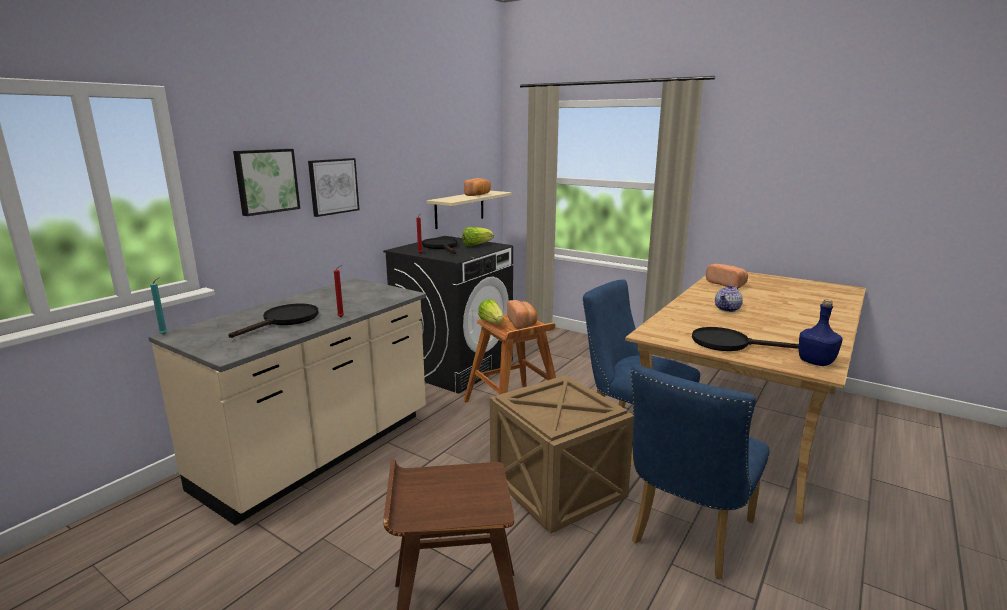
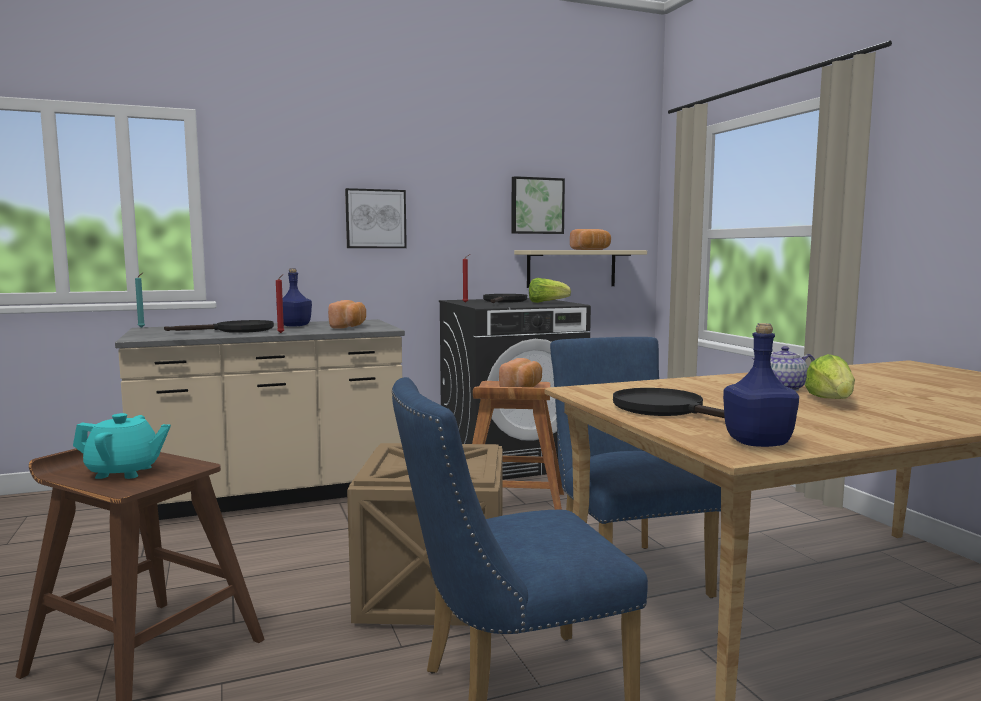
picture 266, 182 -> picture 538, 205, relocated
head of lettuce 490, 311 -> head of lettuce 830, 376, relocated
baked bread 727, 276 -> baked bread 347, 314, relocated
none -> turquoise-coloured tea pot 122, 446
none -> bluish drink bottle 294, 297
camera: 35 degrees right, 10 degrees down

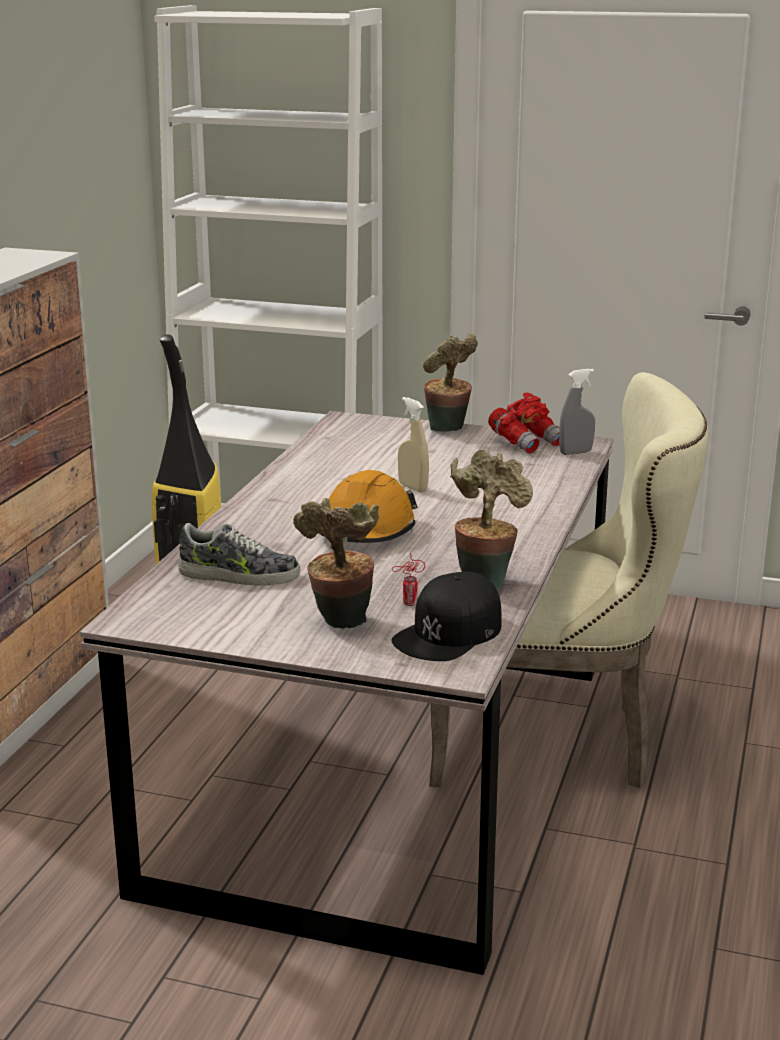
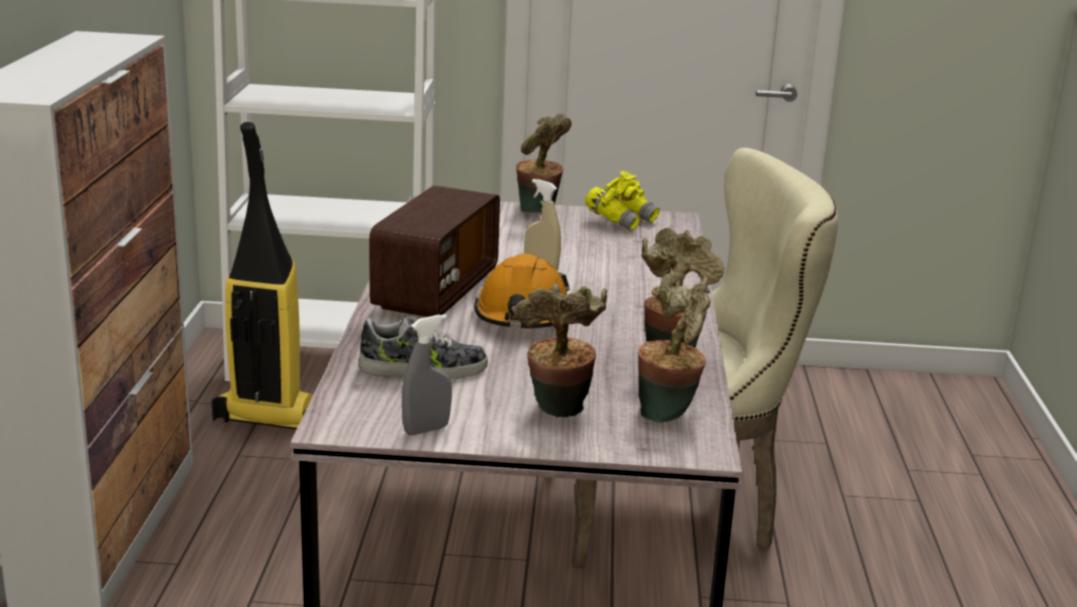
can 408, 579 -> none
black cap 447, 616 -> plant in a pot 674, 347
reddish pair of binoculars 523, 423 -> yellow pair of binoculars 622, 201
greyish spray bottle 577, 412 -> greyish spray bottle 427, 374, relocated
none -> radio receiver 434, 251
camera: 15 degrees left, 0 degrees up

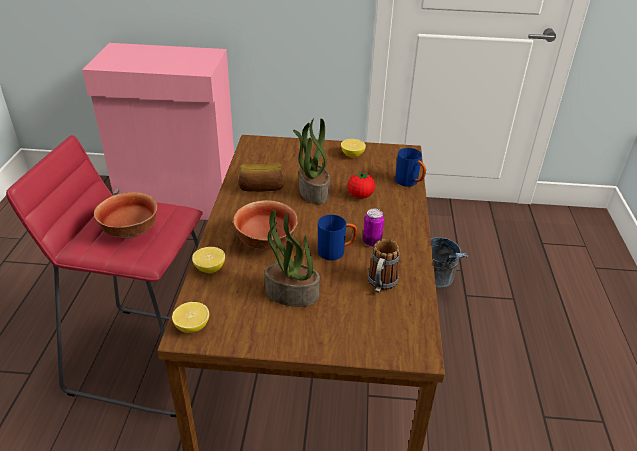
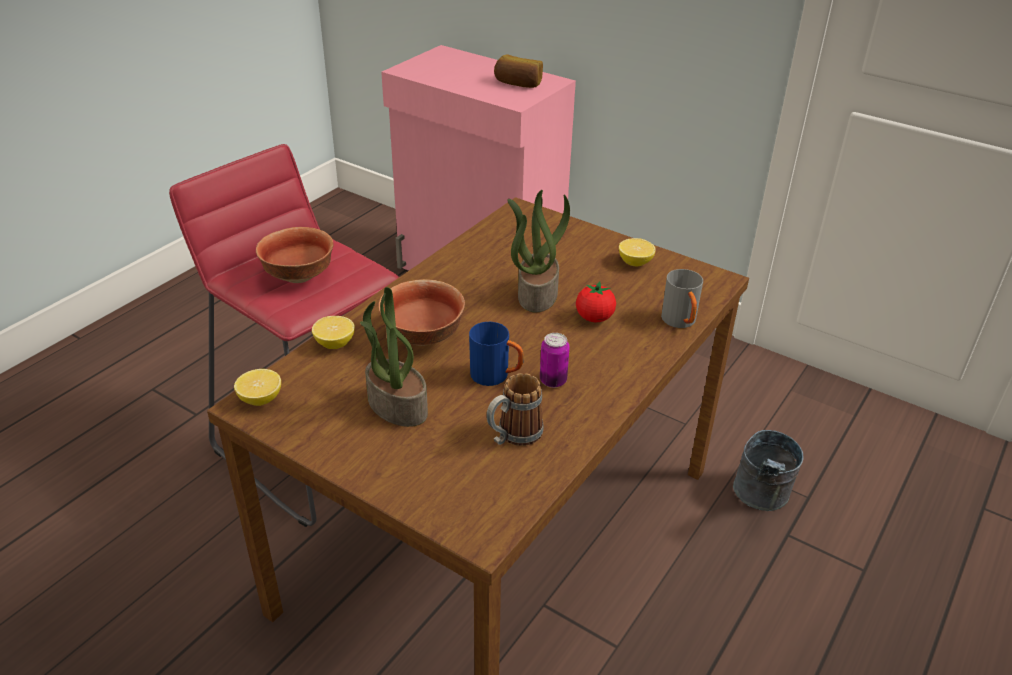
baked bread 261, 177 -> baked bread 518, 71, relocated
bluish tea mug 410, 167 -> greyish tea mug 682, 298
camera: 30 degrees right, 0 degrees up

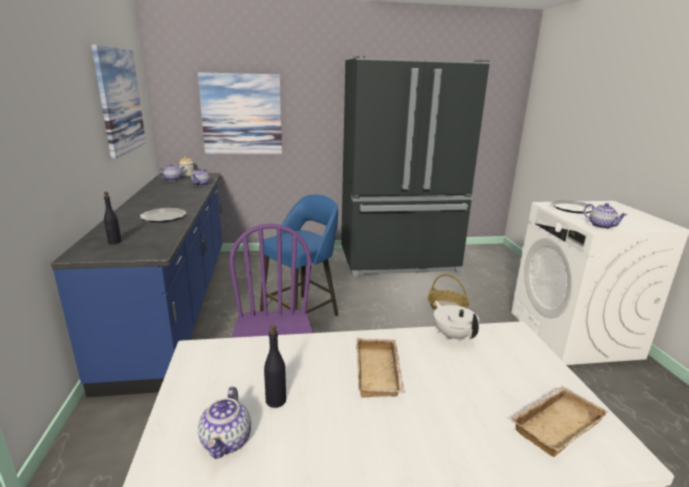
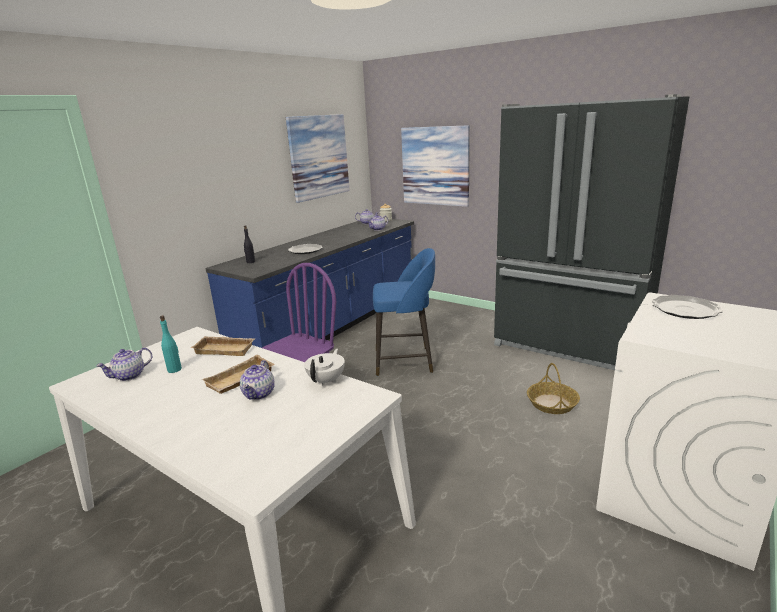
black drink bottle 275, 366 -> turquoise-coloured drink bottle 171, 344
beige-coloured tray 559, 421 -> beige-coloured tray 223, 346, relocated
tea pot 605, 216 -> tea pot 257, 380, relocated
camera: 45 degrees right, 0 degrees up

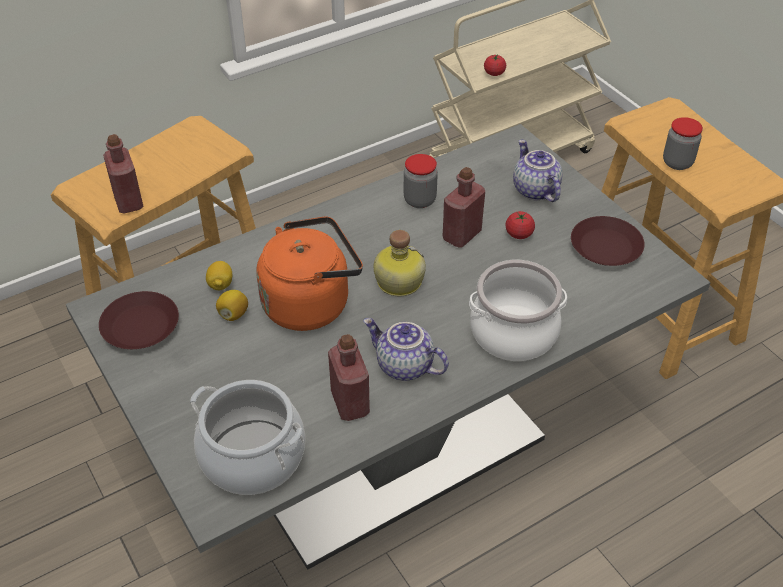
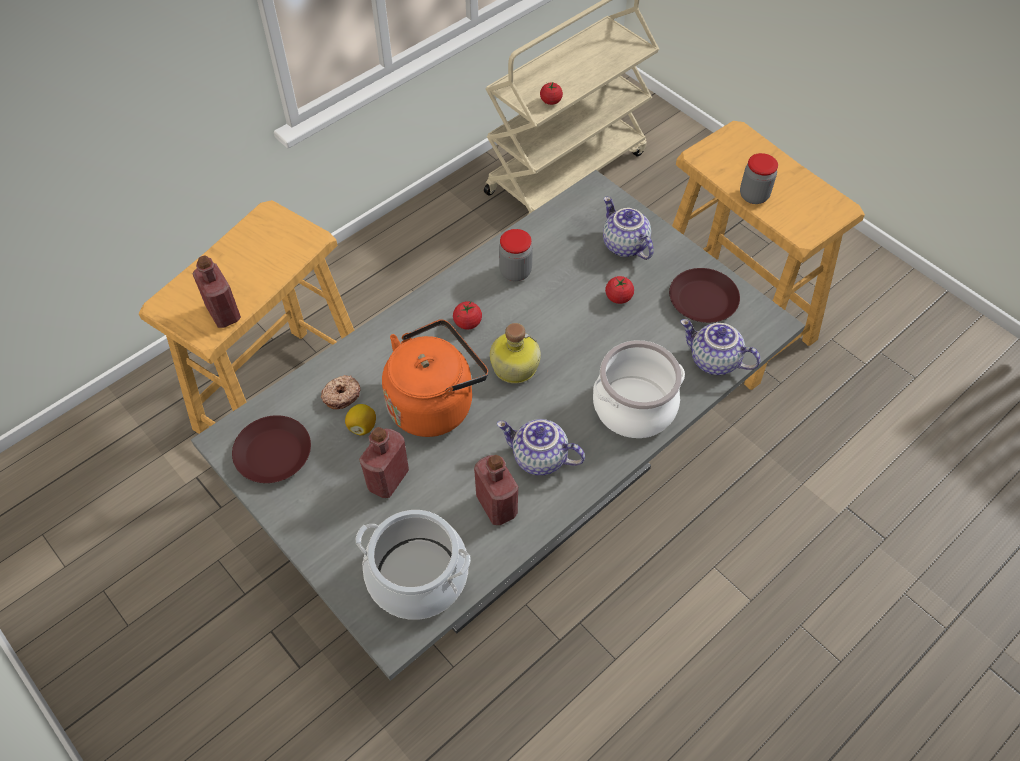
lemon 219, 275 -> donut 341, 392
reddish drink bottle 463, 207 -> reddish drink bottle 384, 462, relocated
none -> whole tomato 467, 315
none -> tea pot 720, 347
camera: 10 degrees left, 10 degrees up

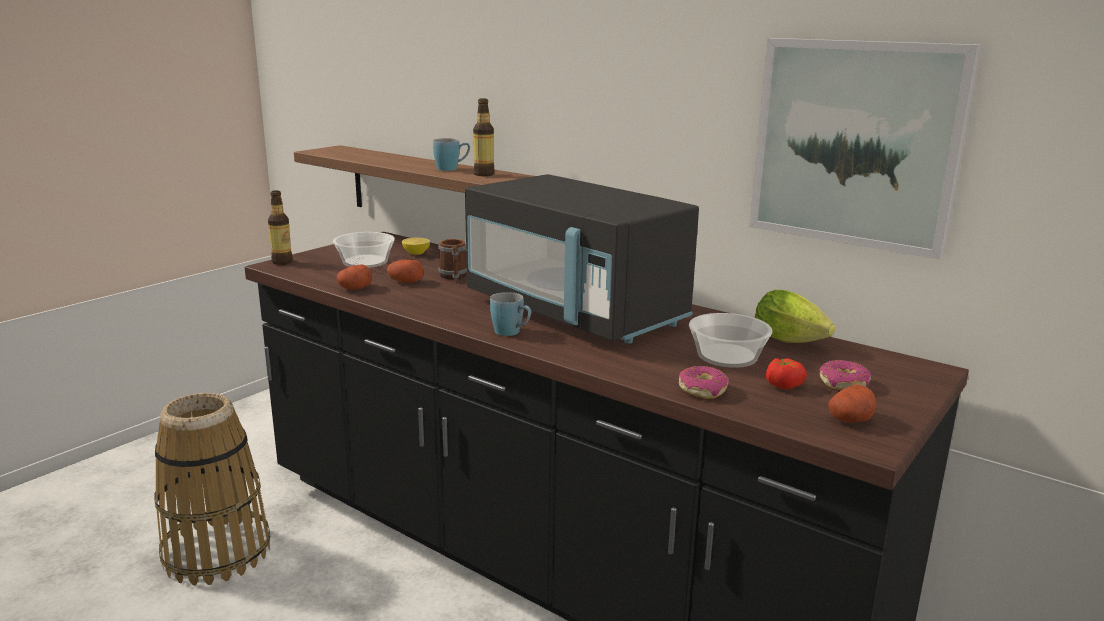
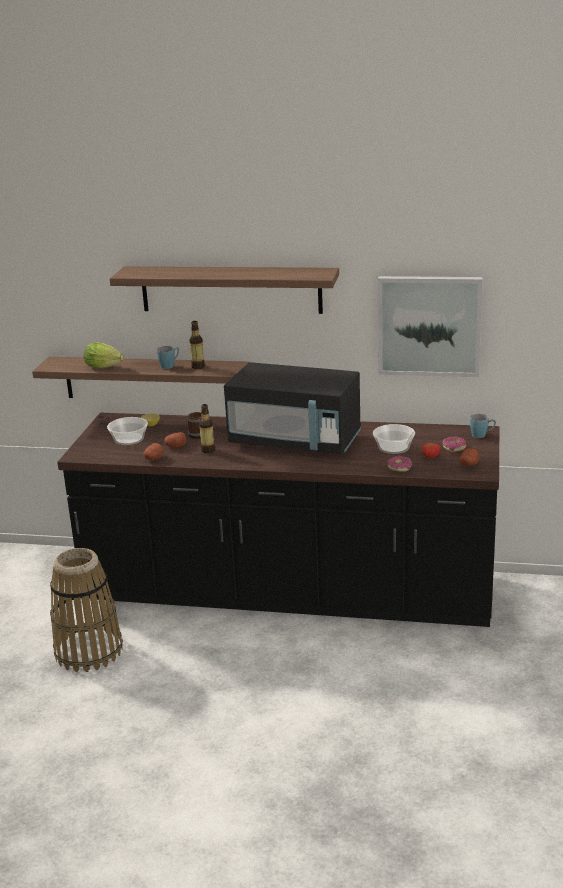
drink bottle 280, 227 -> drink bottle 207, 428, relocated
bluish tea mug 510, 314 -> bluish tea mug 483, 426, relocated
head of lettuce 795, 316 -> head of lettuce 104, 355, relocated
none -> wall shelf 224, 290
camera: 25 degrees left, 5 degrees up

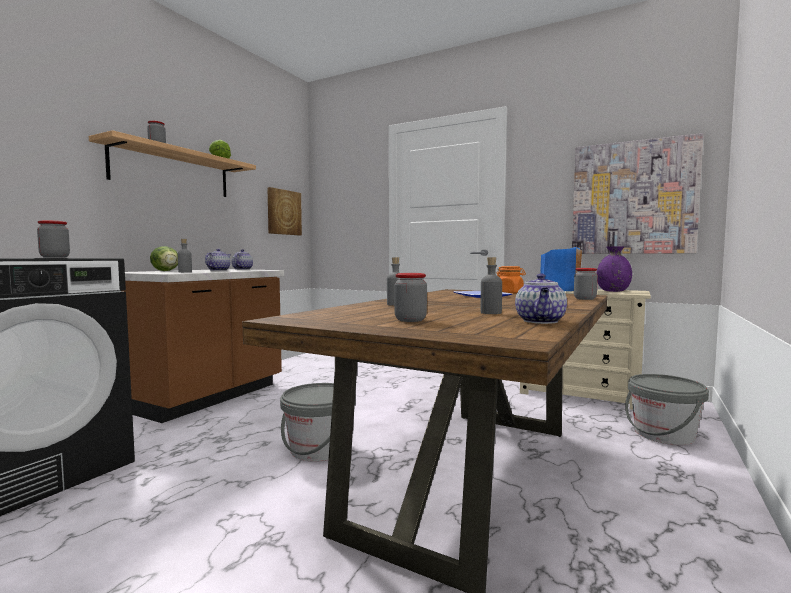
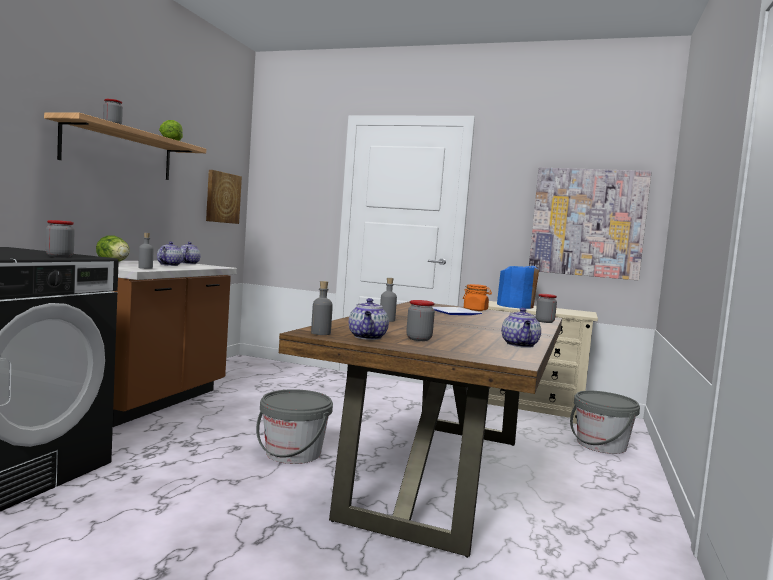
greyish drink bottle 491, 285 -> greyish drink bottle 322, 308, relocated
purple-coloured decorative vase 614, 269 -> none
none -> tea pot 369, 319
camera: 10 degrees left, 0 degrees up

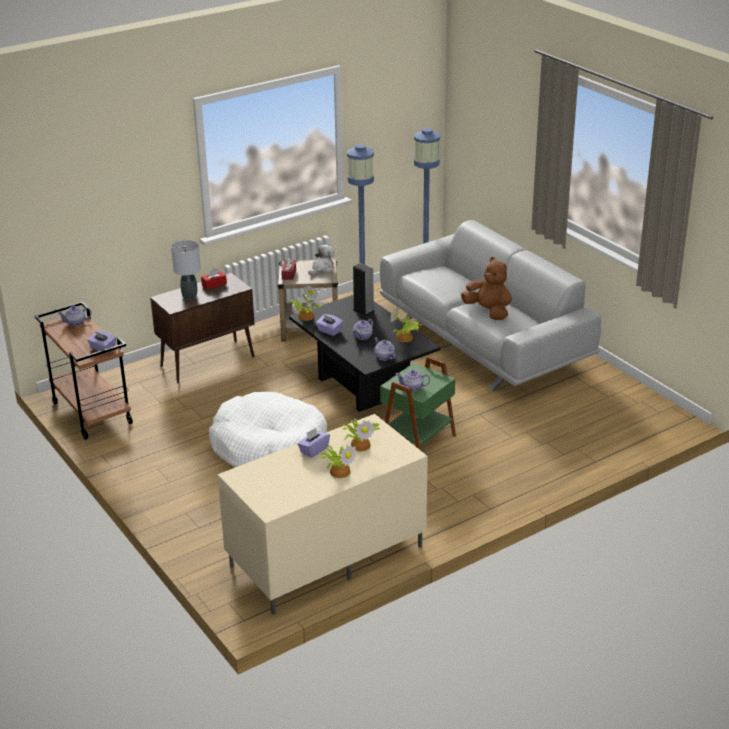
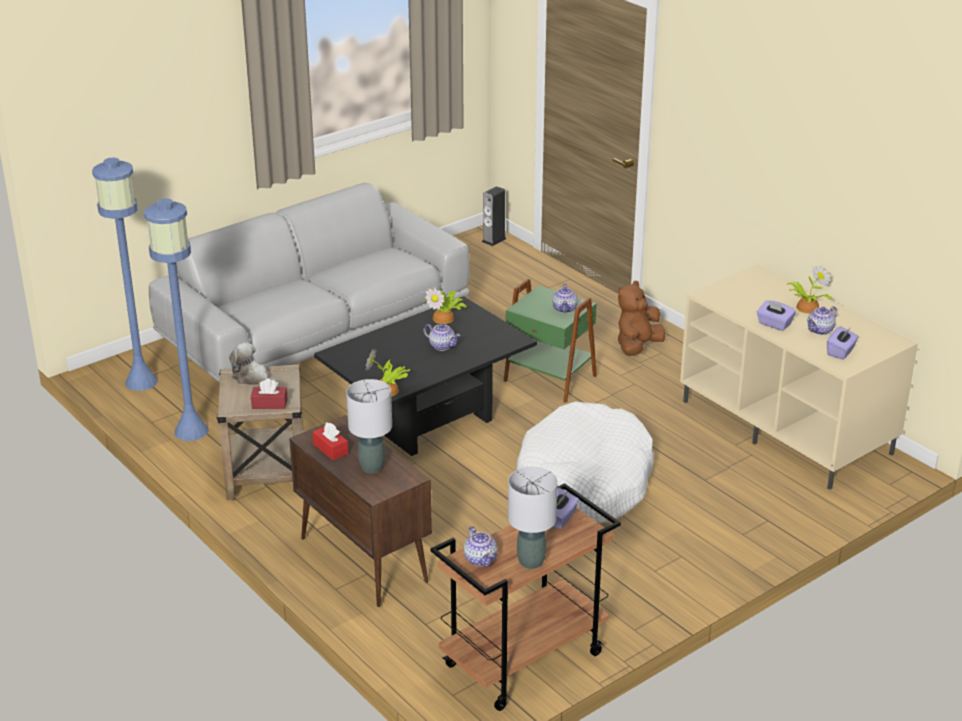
purple-coloured tissue holder 329, 325 -> purple-coloured tissue holder 843, 343, relocated
plant in a pot 361, 434 -> none
loudspeaker 364, 289 -> loudspeaker 494, 216, relocated
tea pot 385, 349 -> tea pot 822, 320, relocated
brownish plush toy 486, 288 -> brownish plush toy 641, 318, relocated
none -> greyish tabletop lamp 533, 518
camera: 95 degrees left, 0 degrees up

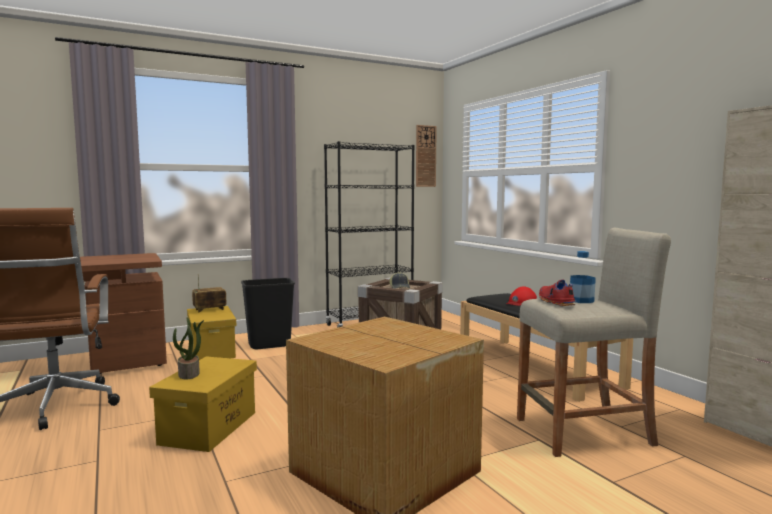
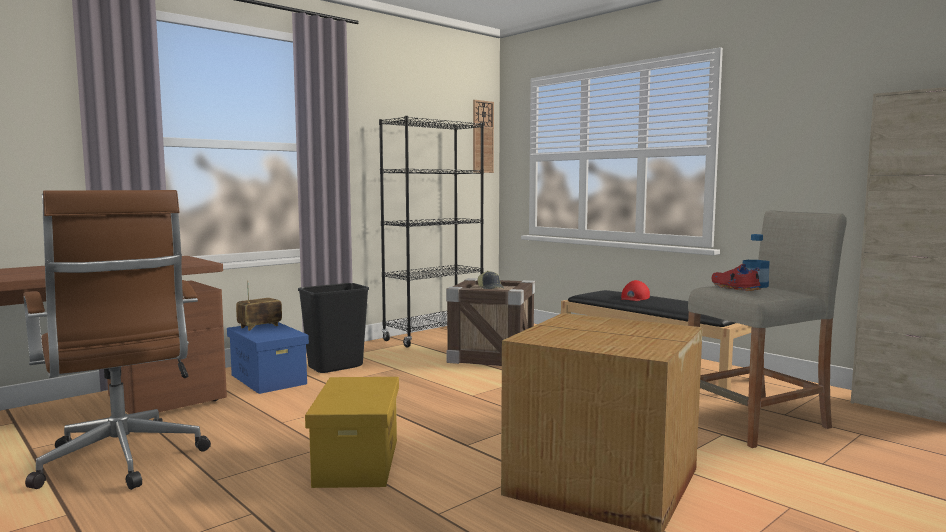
plant in a pot 188, 348 -> none
yellow storage box 211, 333 -> bluish storage box 268, 358
camera: 15 degrees left, 0 degrees up

